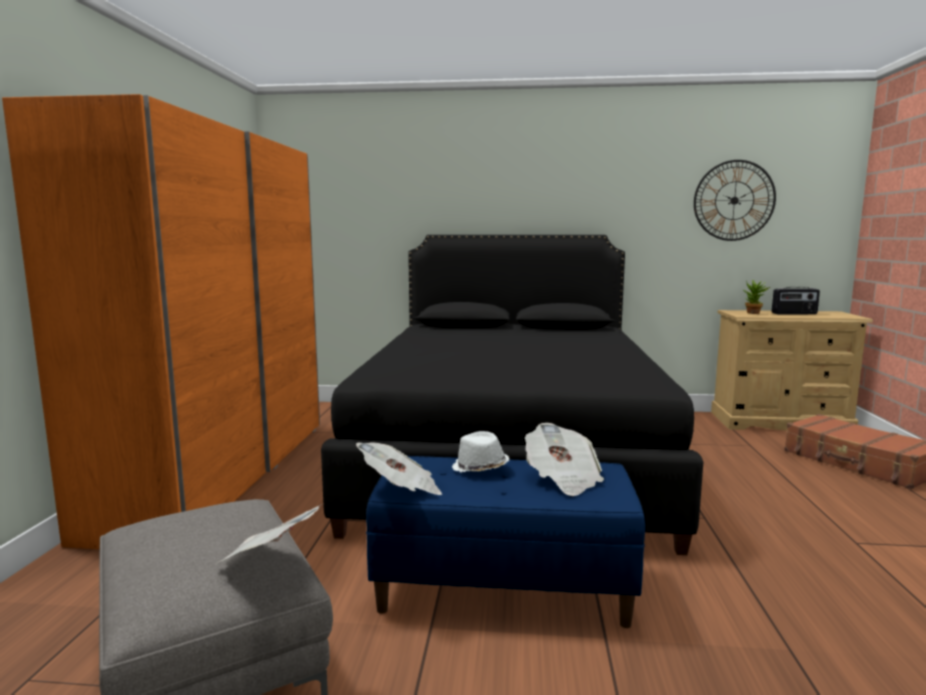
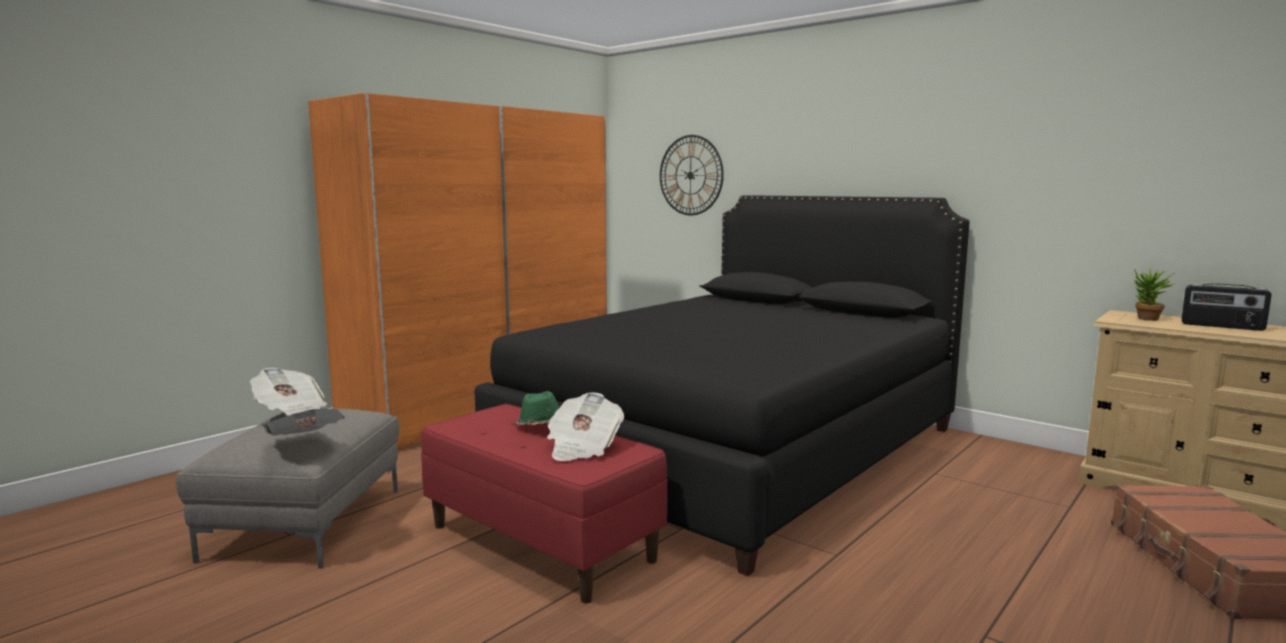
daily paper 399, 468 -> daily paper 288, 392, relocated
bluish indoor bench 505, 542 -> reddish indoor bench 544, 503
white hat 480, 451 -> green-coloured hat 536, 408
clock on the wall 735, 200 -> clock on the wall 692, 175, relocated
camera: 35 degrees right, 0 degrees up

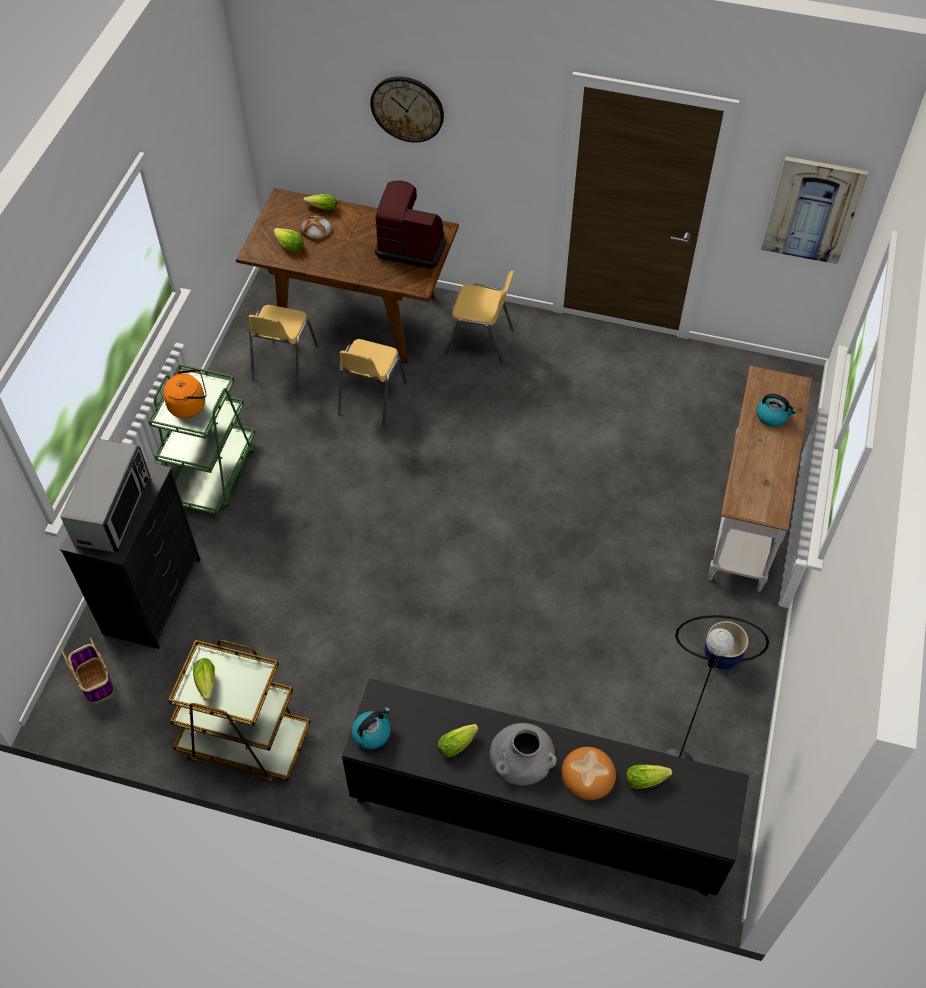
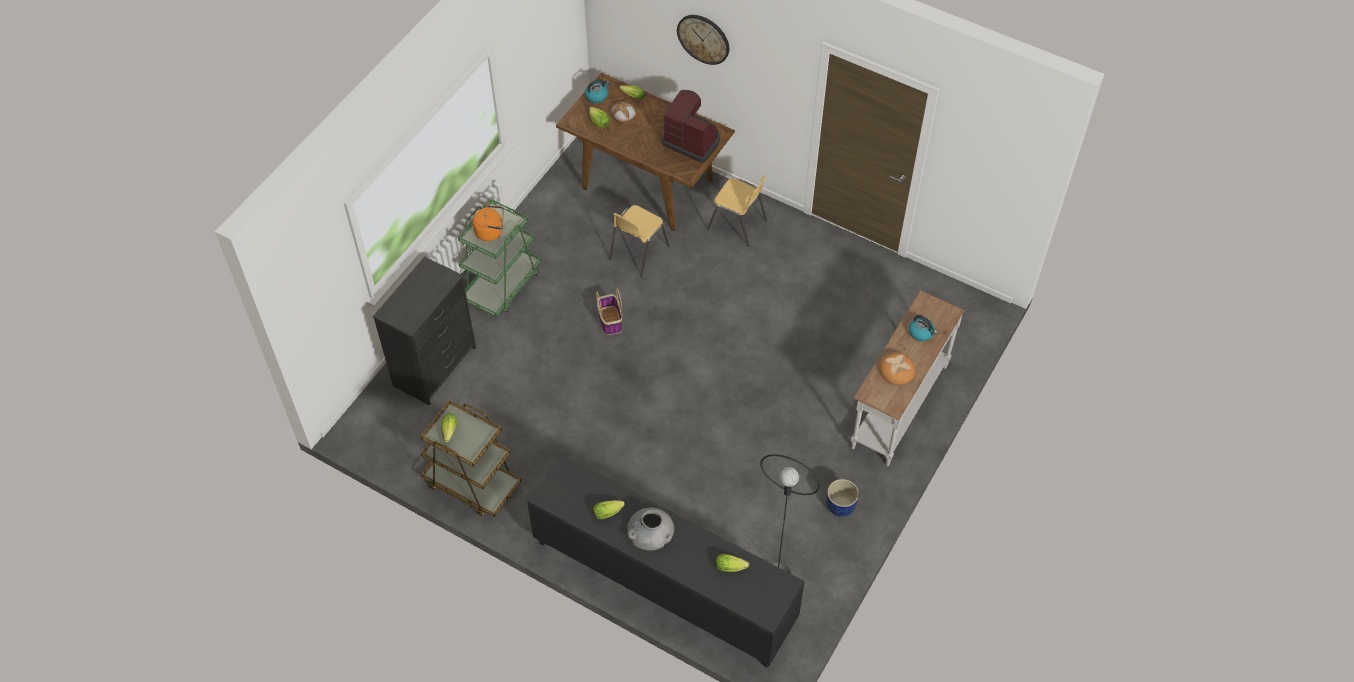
kitchen microwave 105, 495 -> none
household basket 87, 670 -> household basket 609, 311, relocated
yellow upright chair 283, 347 -> none
tea kettle 371, 728 -> tea kettle 597, 91, relocated
baked bread 588, 773 -> baked bread 897, 369, relocated
picture 814, 210 -> none
camera: 15 degrees right, 0 degrees up

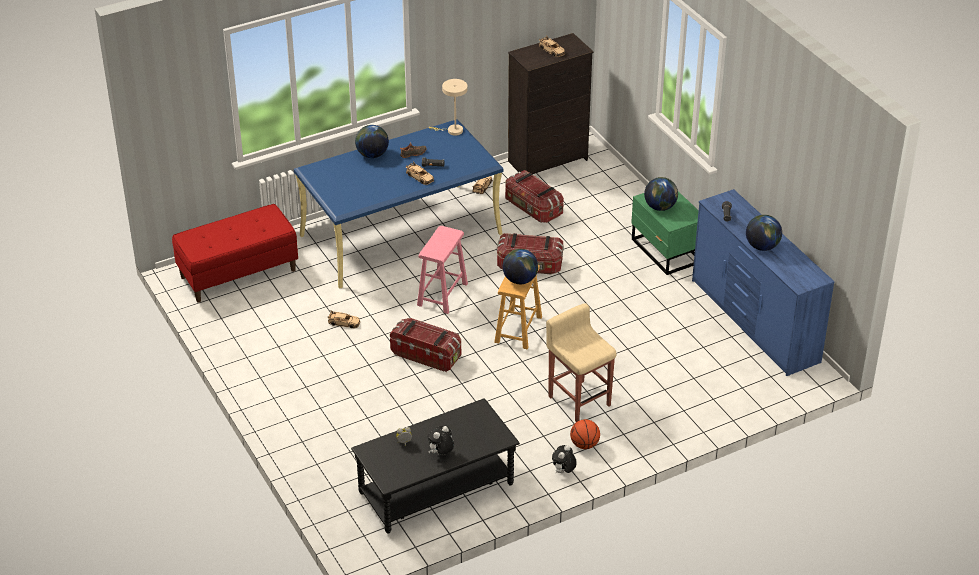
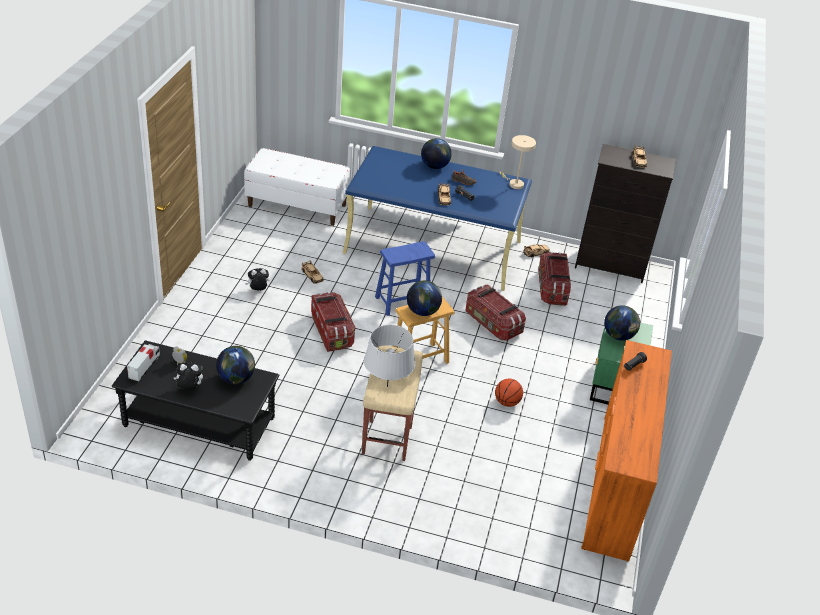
reddish indoor bench 235, 253 -> white indoor bench 297, 187
pink stool seat 442, 270 -> bluish stool seat 405, 278
plush toy 564, 459 -> plush toy 257, 279, relocated
basketball 585, 434 -> basketball 509, 393, relocated
bluish chest of drawers 763, 282 -> orange chest of drawers 626, 451
desk globe 764, 233 -> desk globe 235, 365, relocated
none -> toy lorry 143, 362
none -> greyish tabletop lamp 389, 356
camera: 40 degrees right, 0 degrees up

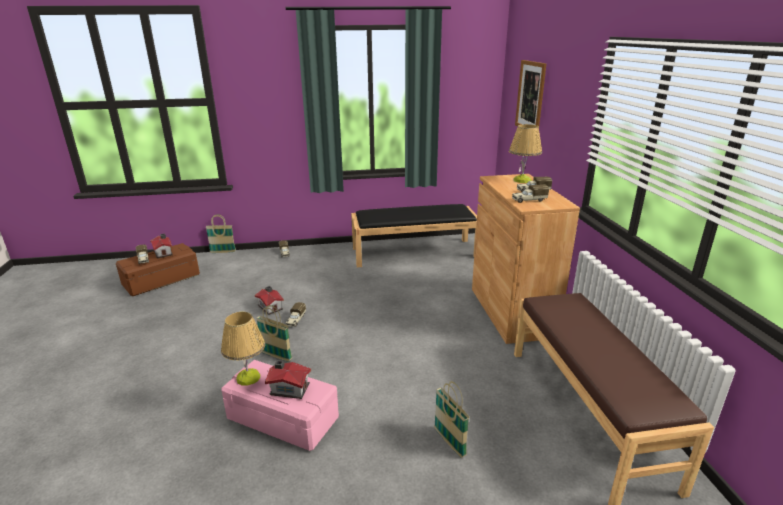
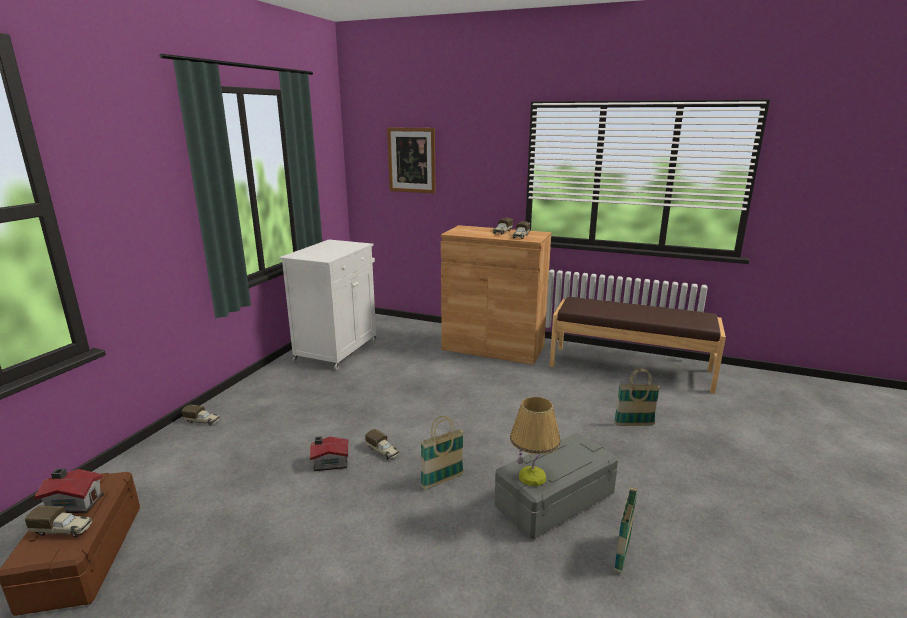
household basket 221, 233 -> household basket 626, 526, relocated
pink storage box 280, 405 -> greyish storage box 556, 486
toy house 288, 379 -> none
black indoor bench 414, 235 -> white storage cabinet 328, 305
tabletop lamp 525, 153 -> none
camera: 60 degrees left, 5 degrees down

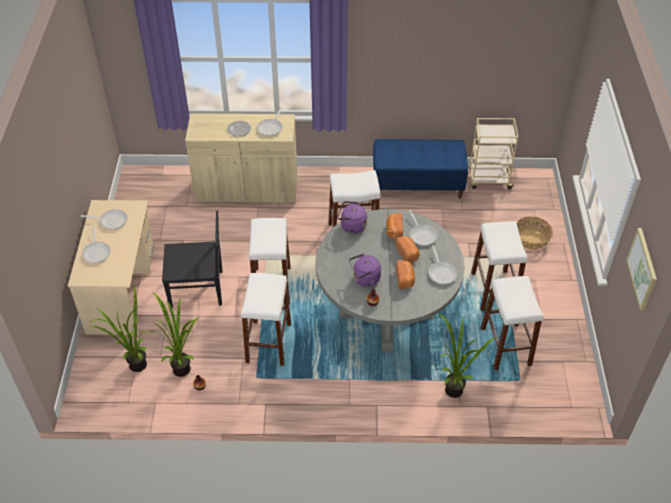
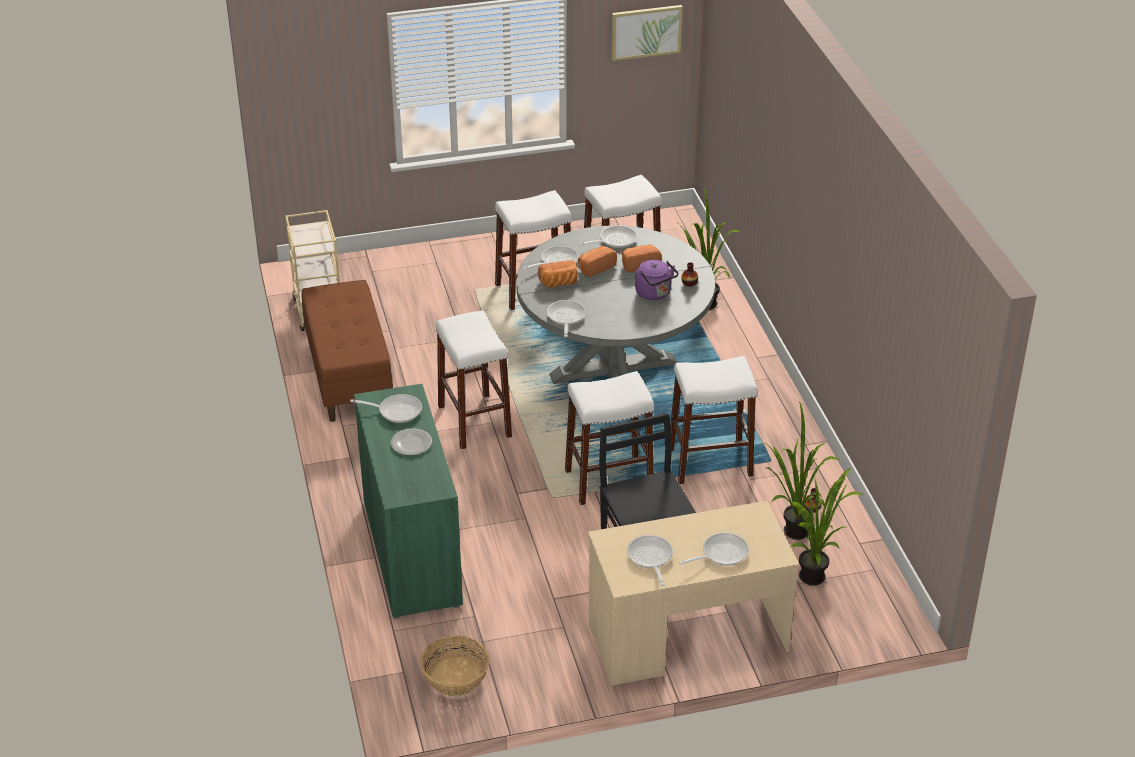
beige-coloured storage cabinet 241, 158 -> green-coloured storage cabinet 408, 501
purple-coloured tea kettle 352, 217 -> frying pan 566, 318
bluish indoor bench 420, 169 -> brownish indoor bench 347, 351
household basket 534, 233 -> household basket 454, 665, relocated
camera: 105 degrees left, 10 degrees down

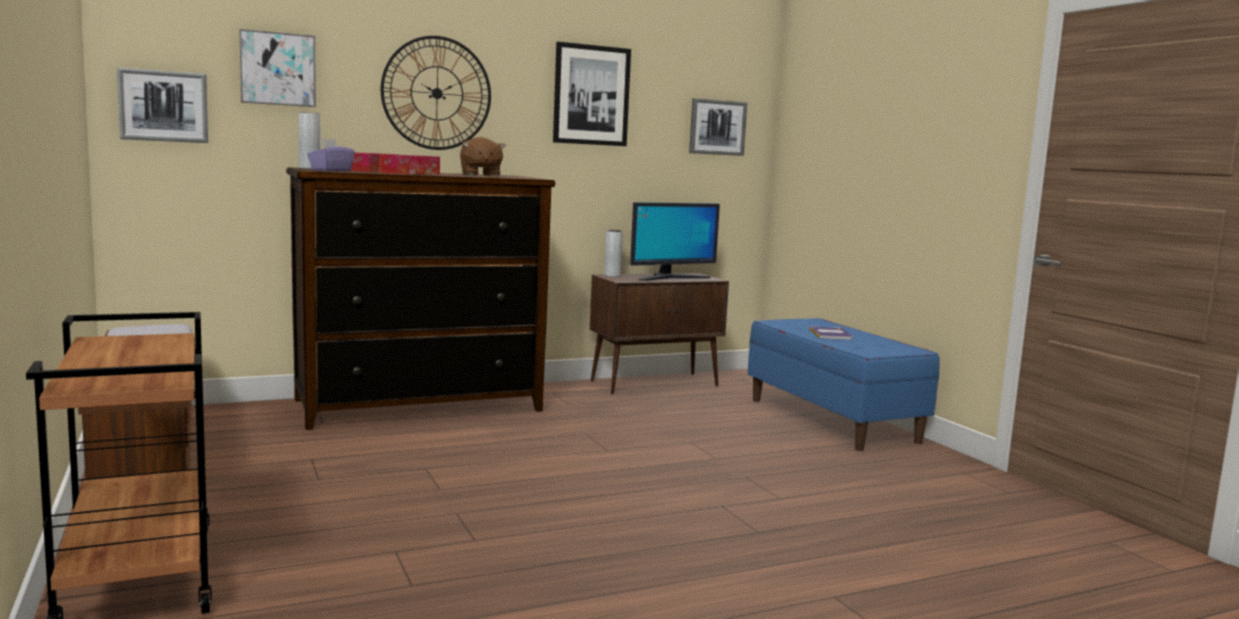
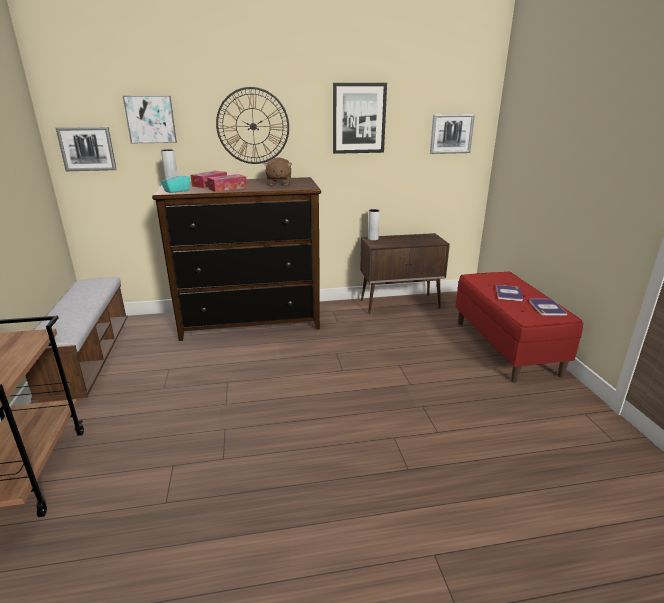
purple-coloured tissue holder 331, 155 -> turquoise-coloured tissue holder 175, 181
computer display 675, 241 -> none
bluish indoor bench 844, 384 -> reddish indoor bench 519, 327
none -> bound book 548, 307
camera: 15 degrees right, 15 degrees up

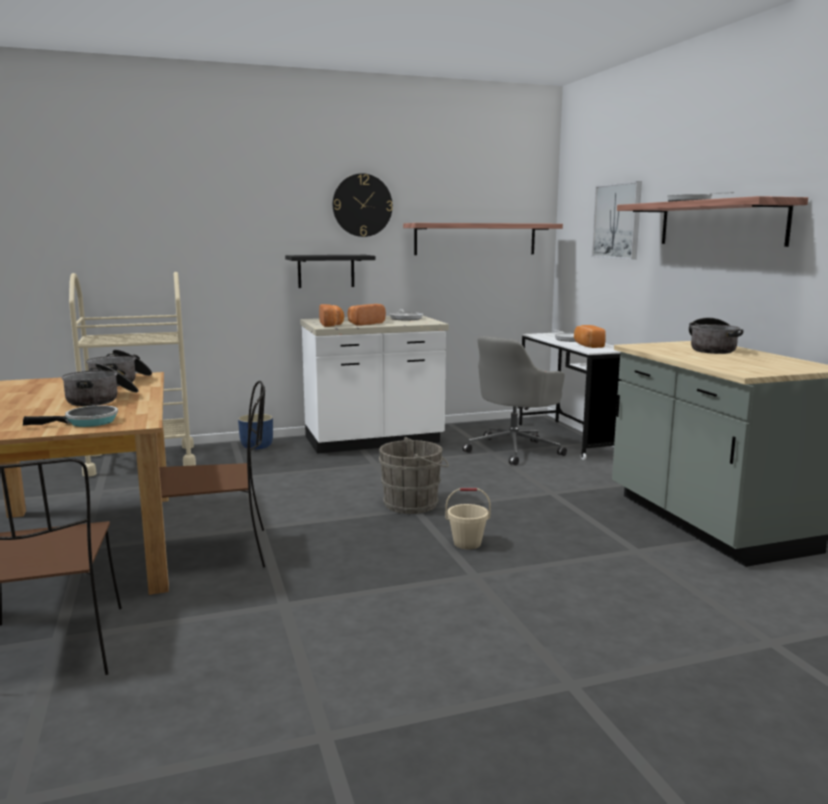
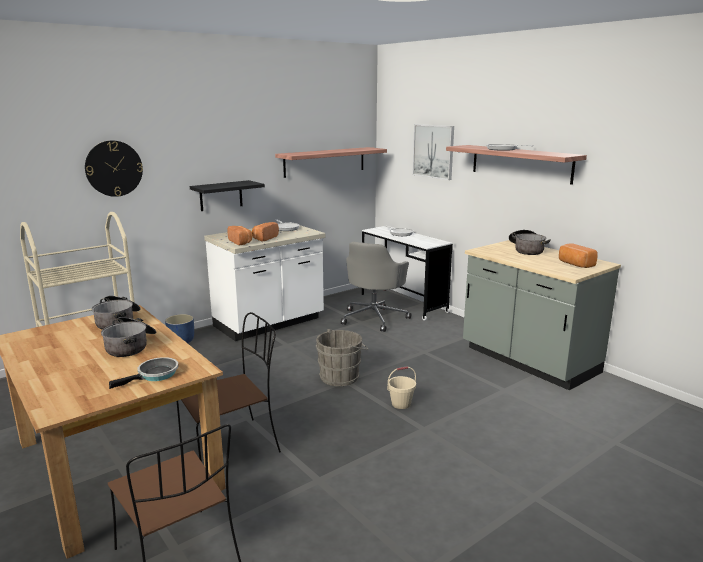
clock on the wall 363, 205 -> clock on the wall 114, 168, relocated
baked bread 590, 336 -> baked bread 578, 256, relocated
camera: 20 degrees left, 5 degrees up

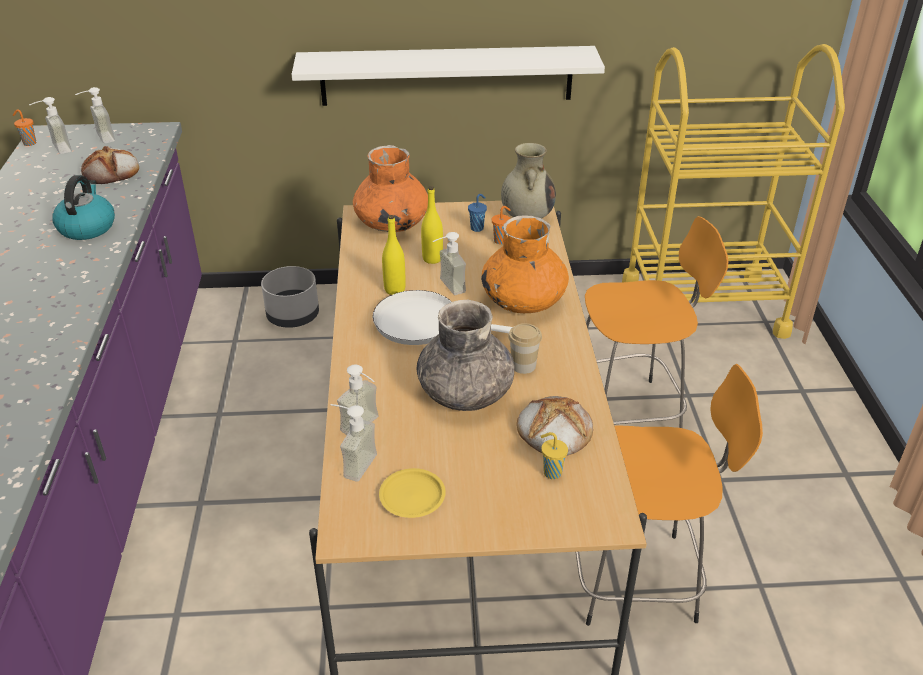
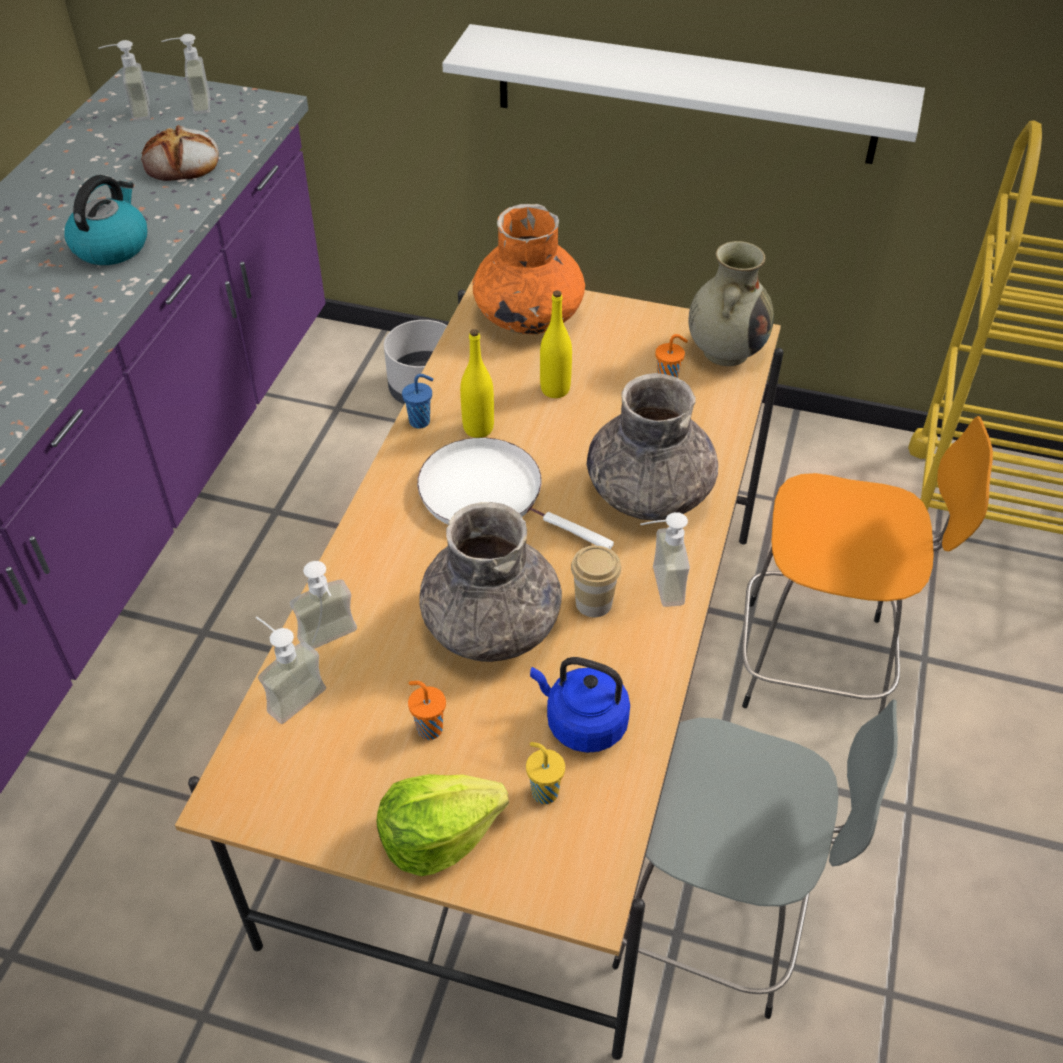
orange small cup 24, 127 -> orange small cup 427, 710, relocated
yellow flat dish 412, 493 -> none
soap dispenser 449, 263 -> soap dispenser 665, 559, relocated
bluish small cup 477, 213 -> bluish small cup 417, 401, relocated
orange decorative vase 525, 264 -> greyish decorative vase 652, 447
baked bread 555, 425 -> bluish tea kettle 580, 705
orange stool seat 669, 495 -> greyish stool seat 755, 859
none -> head of lettuce 443, 825
camera: 20 degrees right, 10 degrees up

